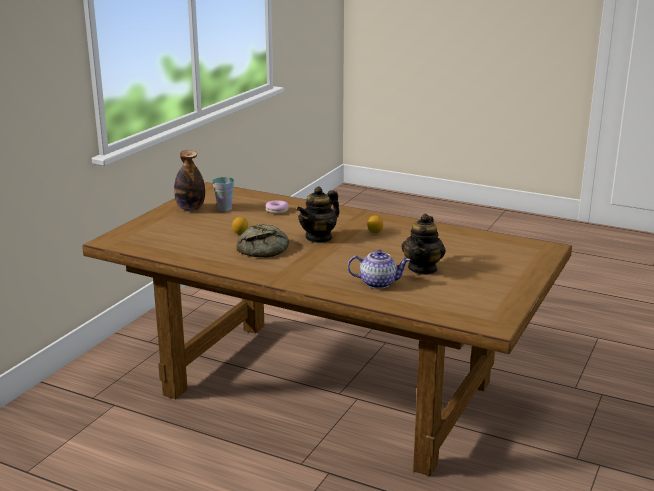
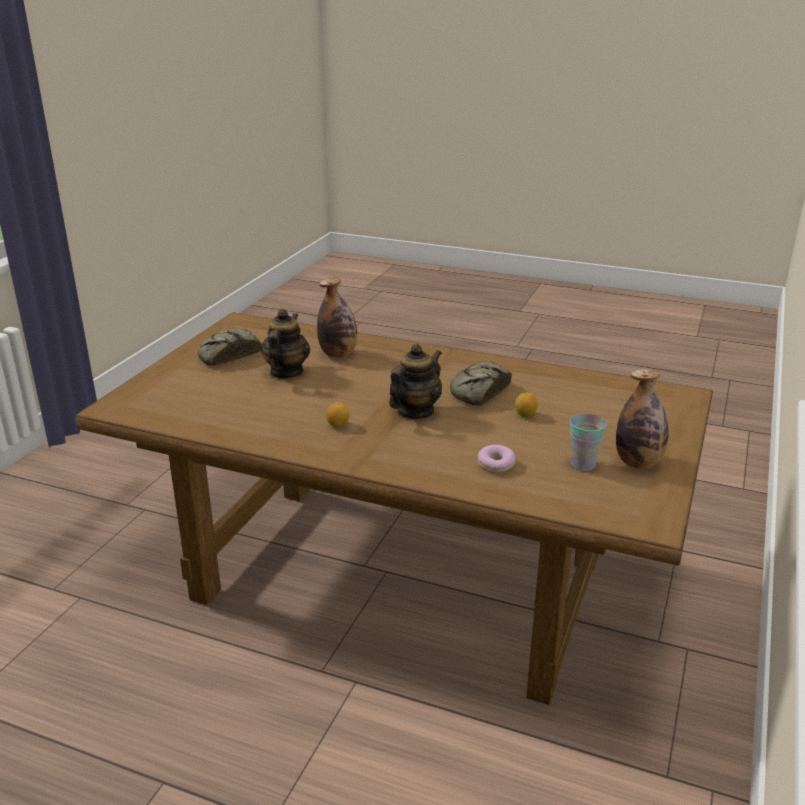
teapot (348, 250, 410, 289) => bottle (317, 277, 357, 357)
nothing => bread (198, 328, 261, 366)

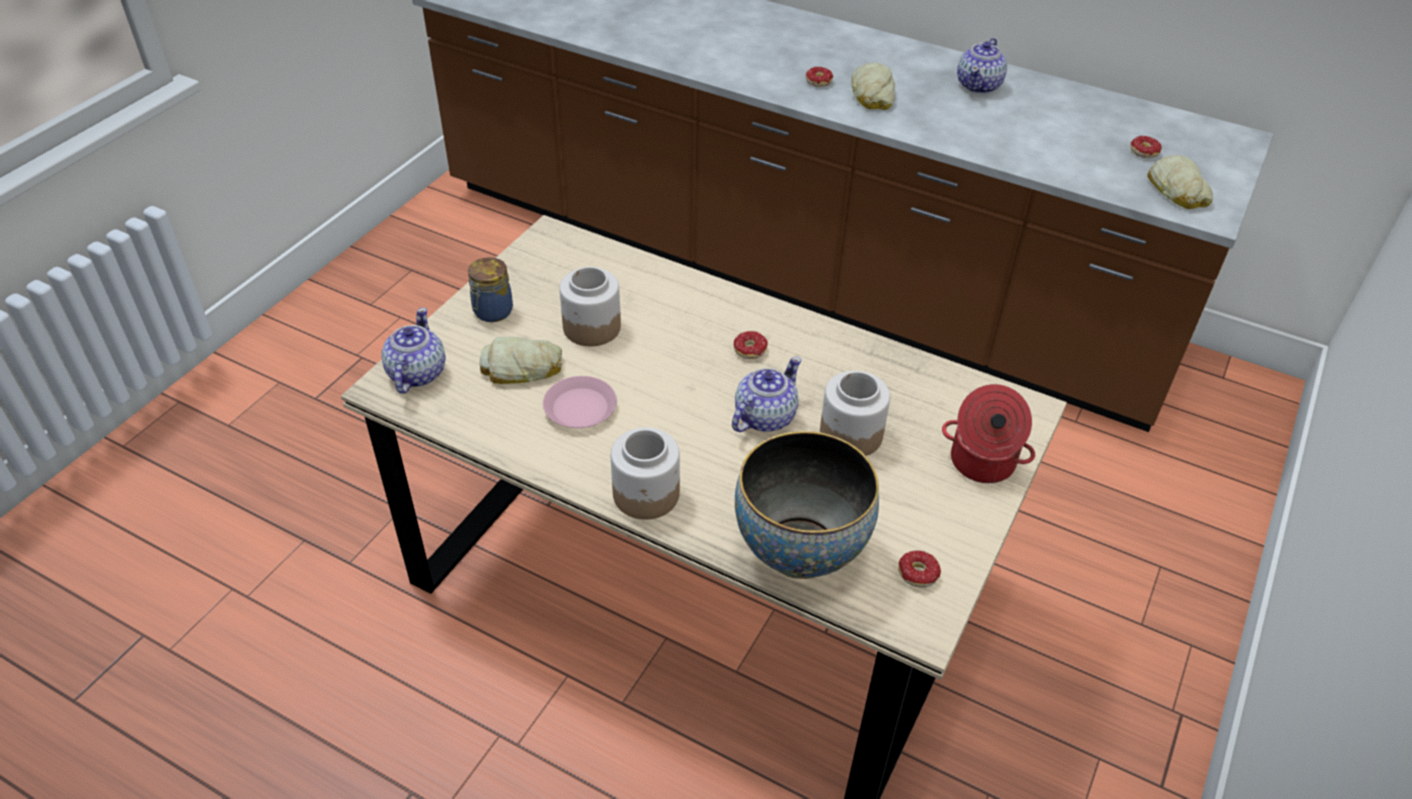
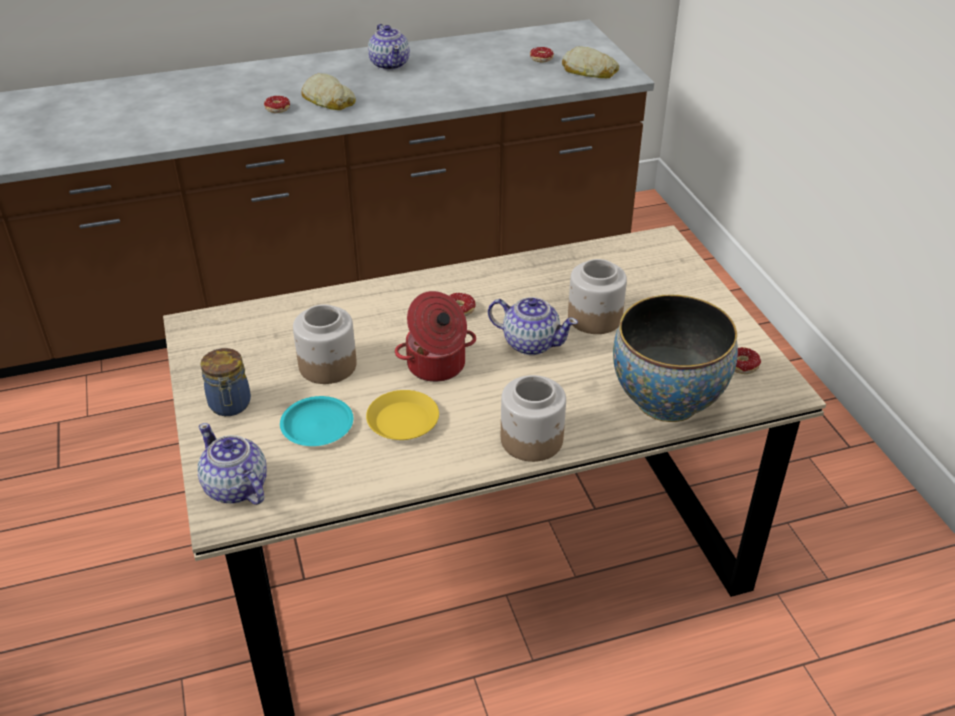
bread (479, 337, 563, 384) => turquoise plate (280, 396, 353, 446)
teapot (732, 357, 801, 432) => teapot (488, 297, 578, 355), 120 degrees clockwise
pink plate (543, 376, 617, 428) => yellow plate (366, 390, 439, 440)
cooking pot (942, 384, 1035, 483) => cooking pot (395, 291, 476, 382), shifted

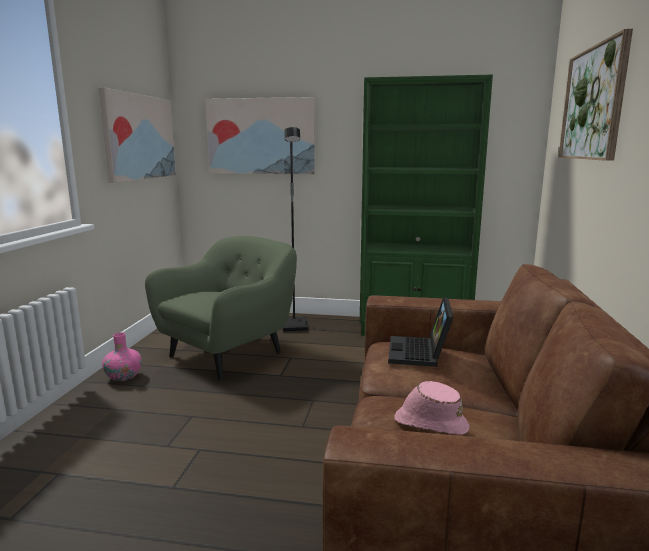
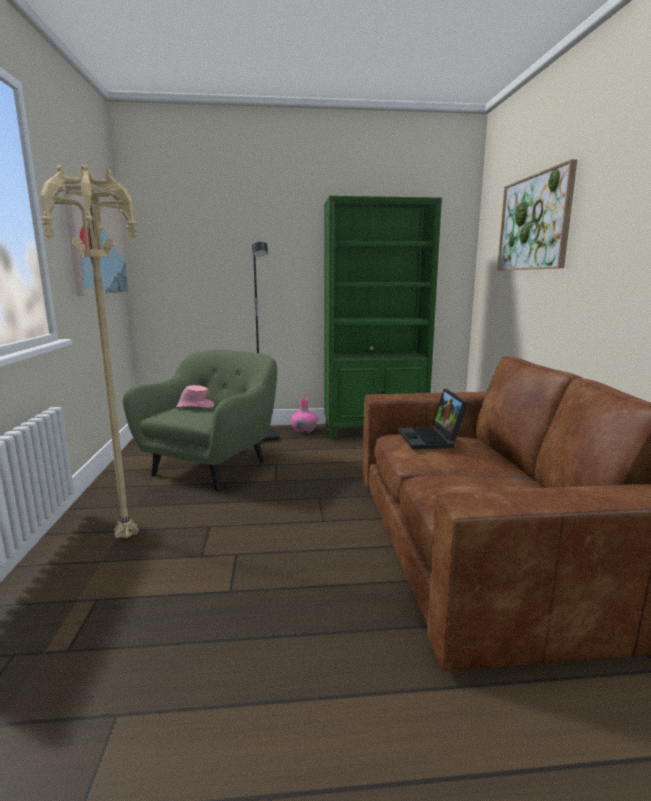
picture (205, 97, 315, 174) => nothing
pink vase (102, 332, 142, 382) => pink vase (291, 398, 318, 434), shifted
pink hat (395, 381, 469, 435) => pink hat (176, 385, 215, 408), shifted
nothing => beige floor lamp (41, 164, 139, 538)

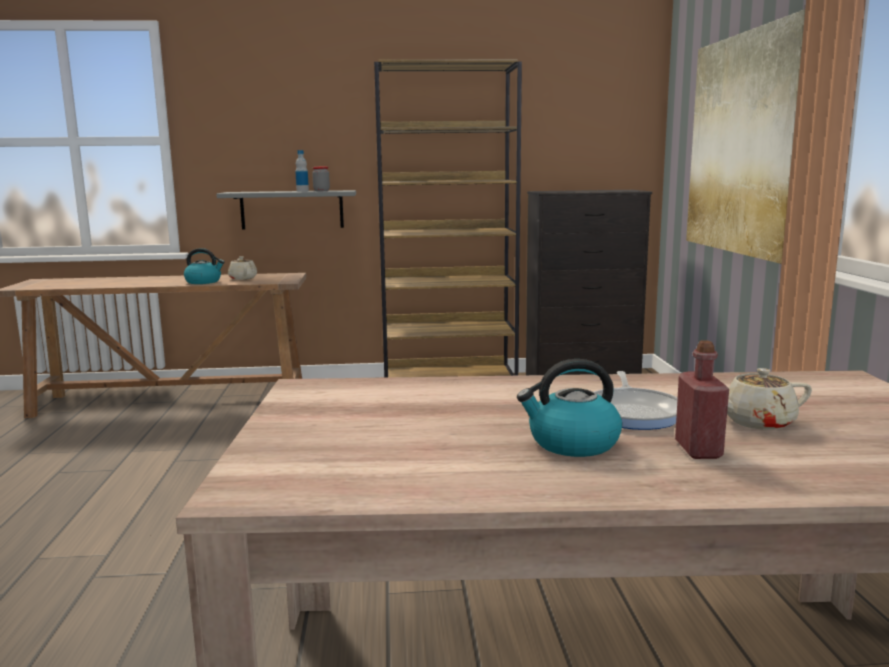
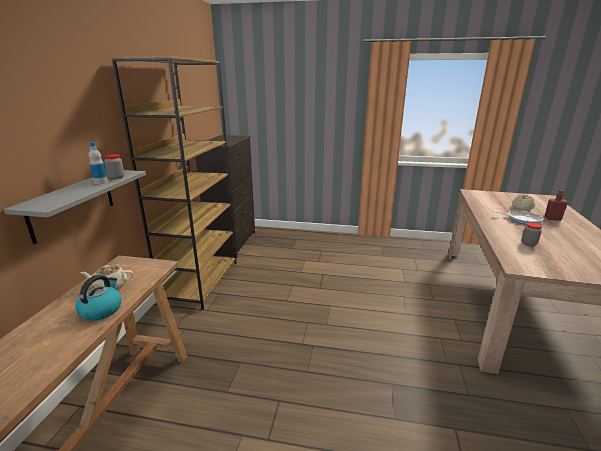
picture (686, 9, 805, 264) => nothing
kettle (517, 359, 622, 457) => nothing
nothing => jar (522, 222, 542, 246)

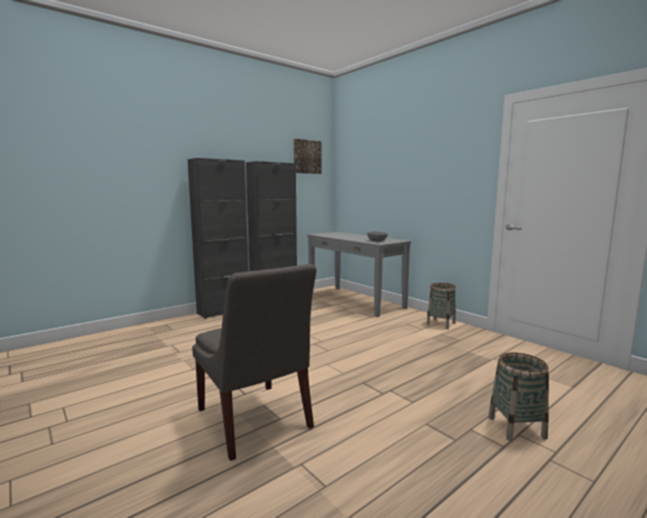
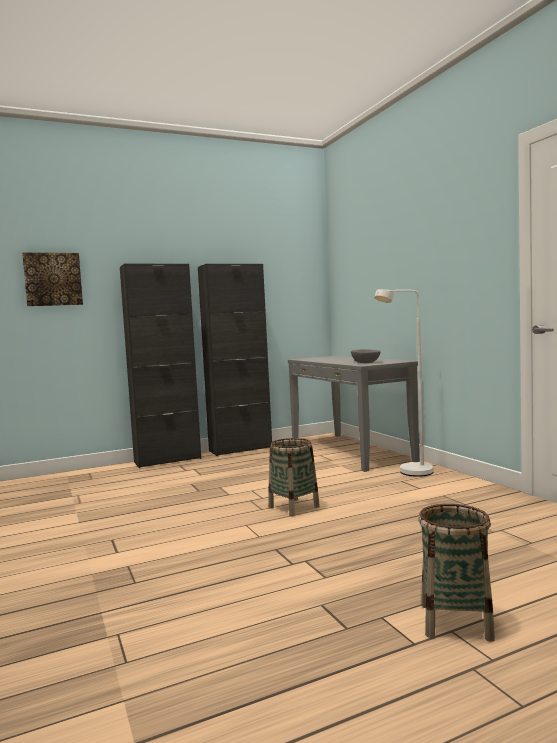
picture (294, 139, 321, 174) => picture (22, 252, 83, 306), shifted
grey chair (192, 264, 317, 461) => nothing
basket (426, 283, 456, 329) => basket (268, 438, 320, 516), shifted
nothing => white floor lamp (374, 289, 434, 477)

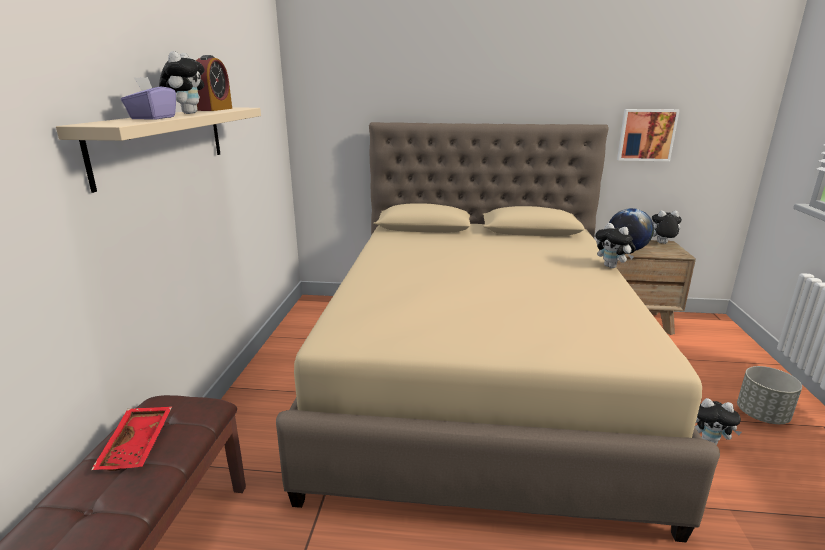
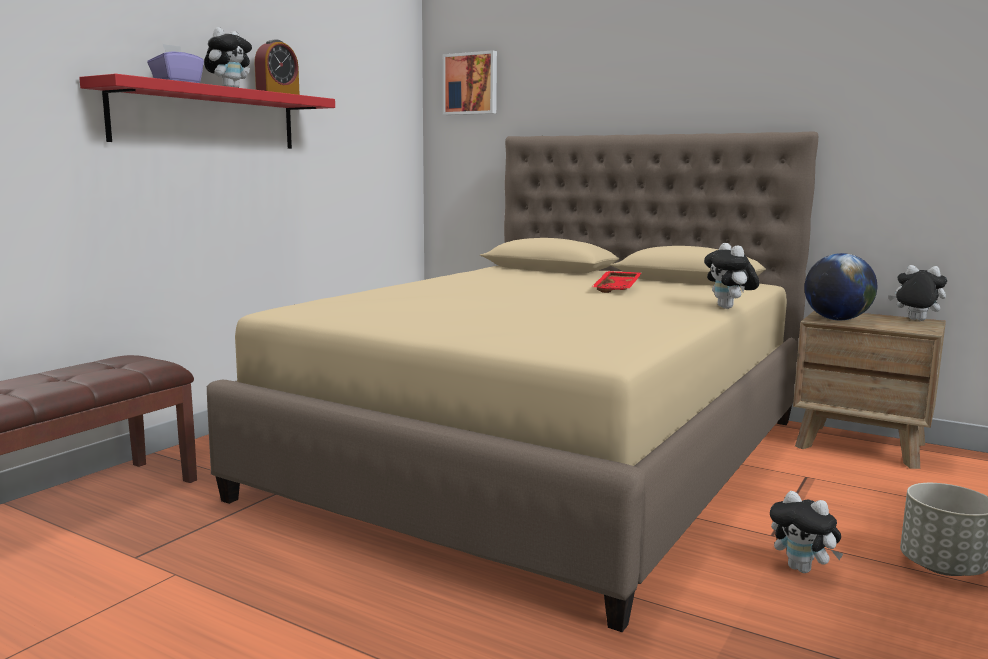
beige shelf (56, 108, 261, 193) => red shelf (79, 74, 335, 149)
picture (617, 109, 680, 161) => picture (443, 50, 497, 115), shifted
red tray (91, 407, 172, 471) => red tray (592, 271, 641, 293), shifted

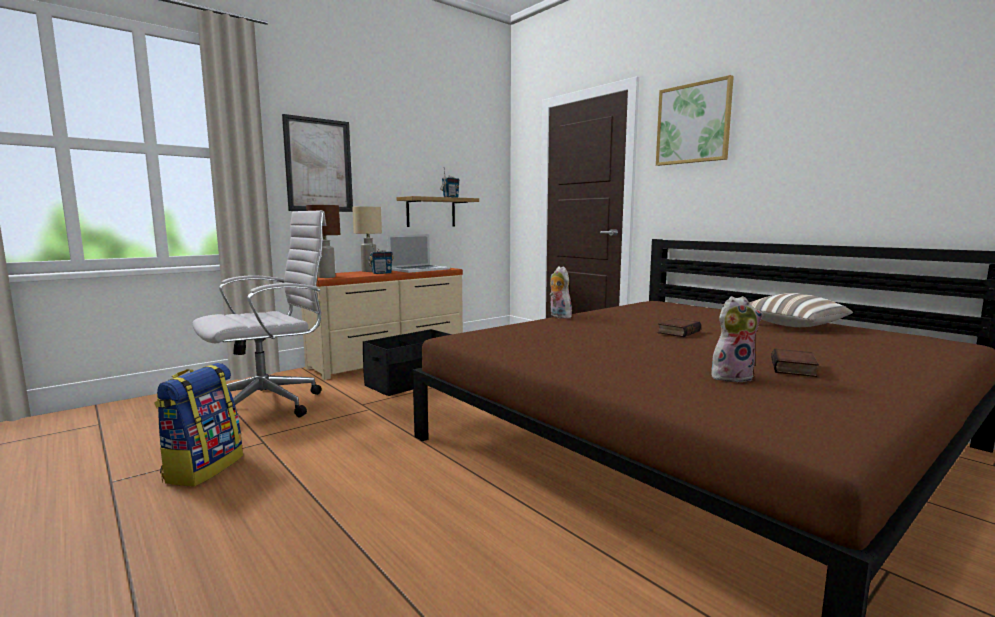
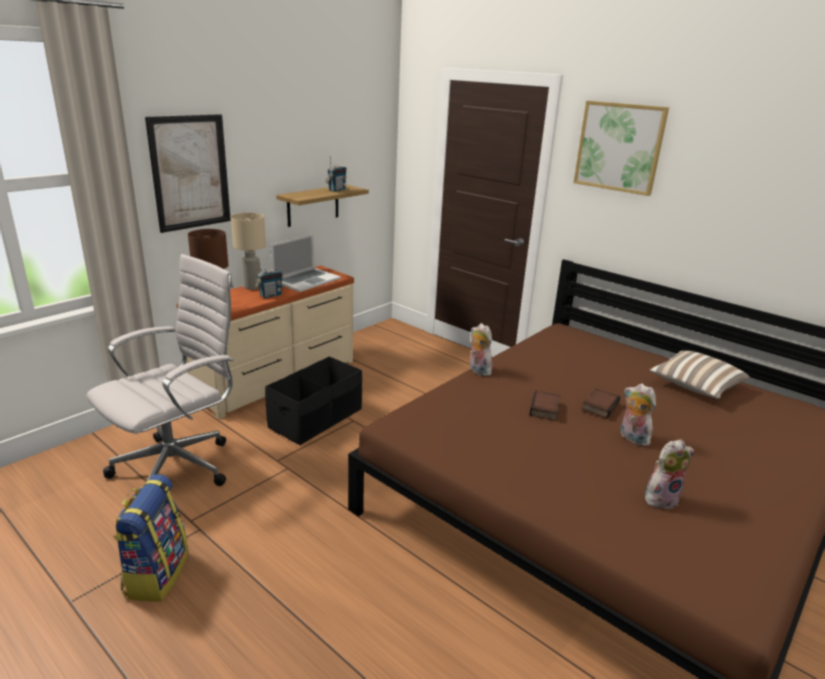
book (771, 349, 819, 377) => book (530, 391, 561, 421), shifted
nothing => plush toy (621, 384, 656, 446)

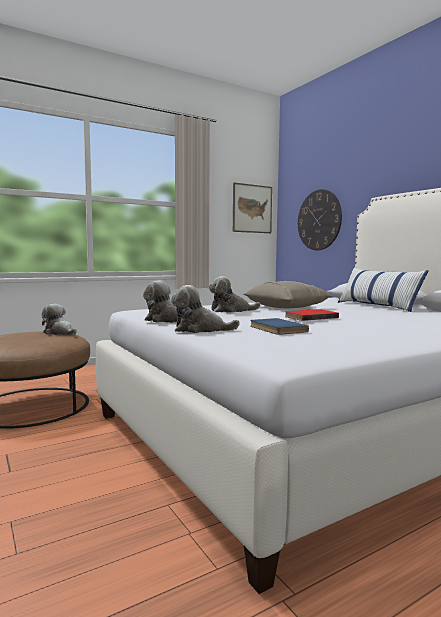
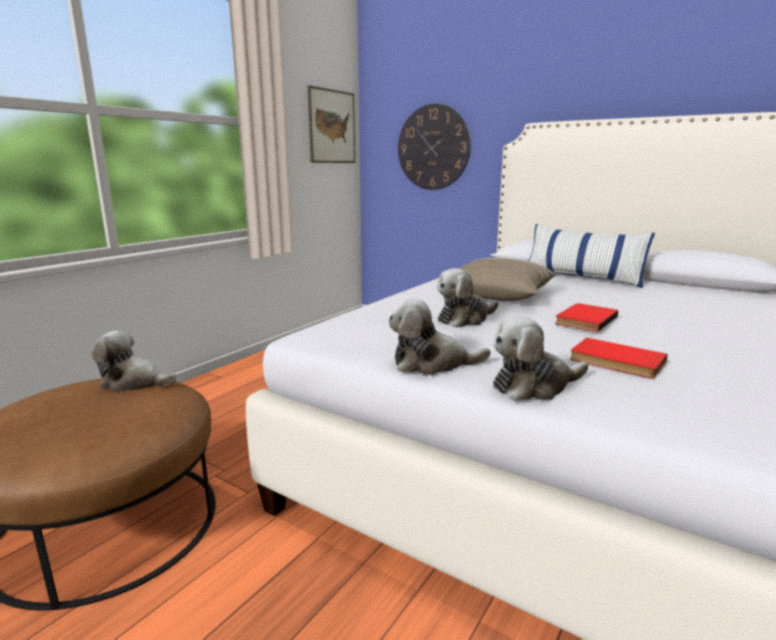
blue book (250, 318, 309, 335) => red book (570, 338, 668, 379)

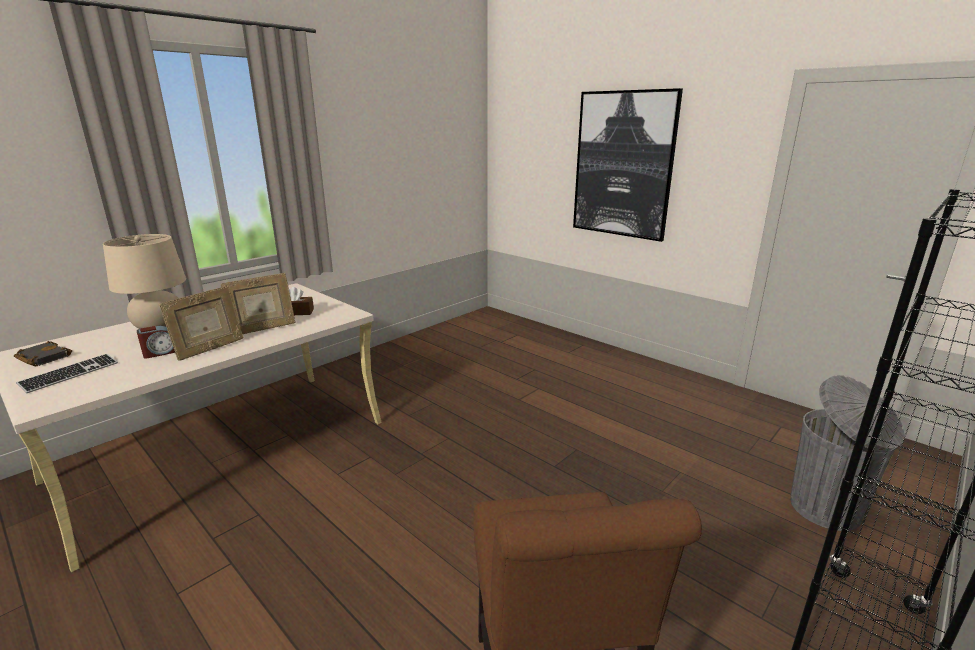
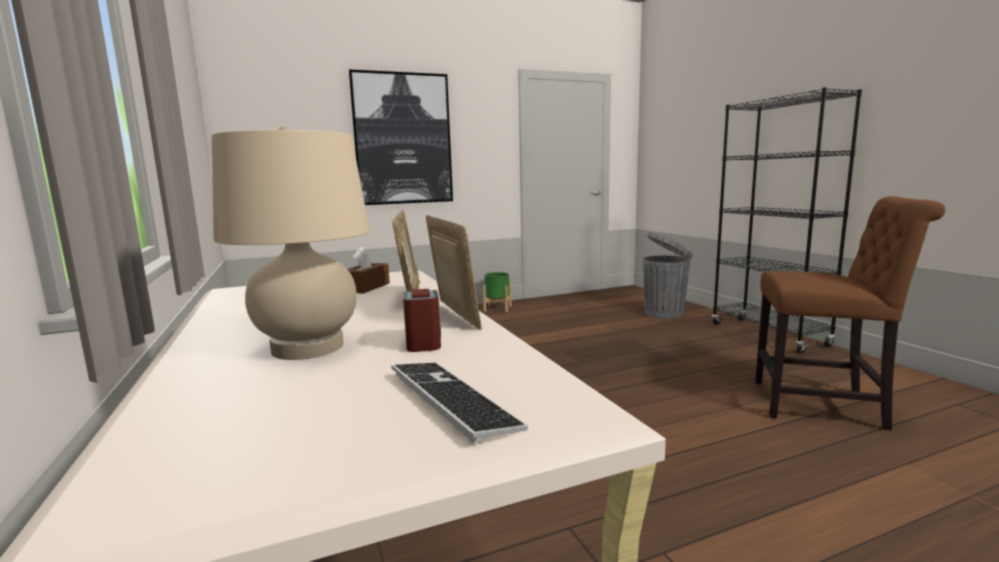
black book (14, 341, 72, 366) => nothing
nothing => green planter (483, 272, 512, 312)

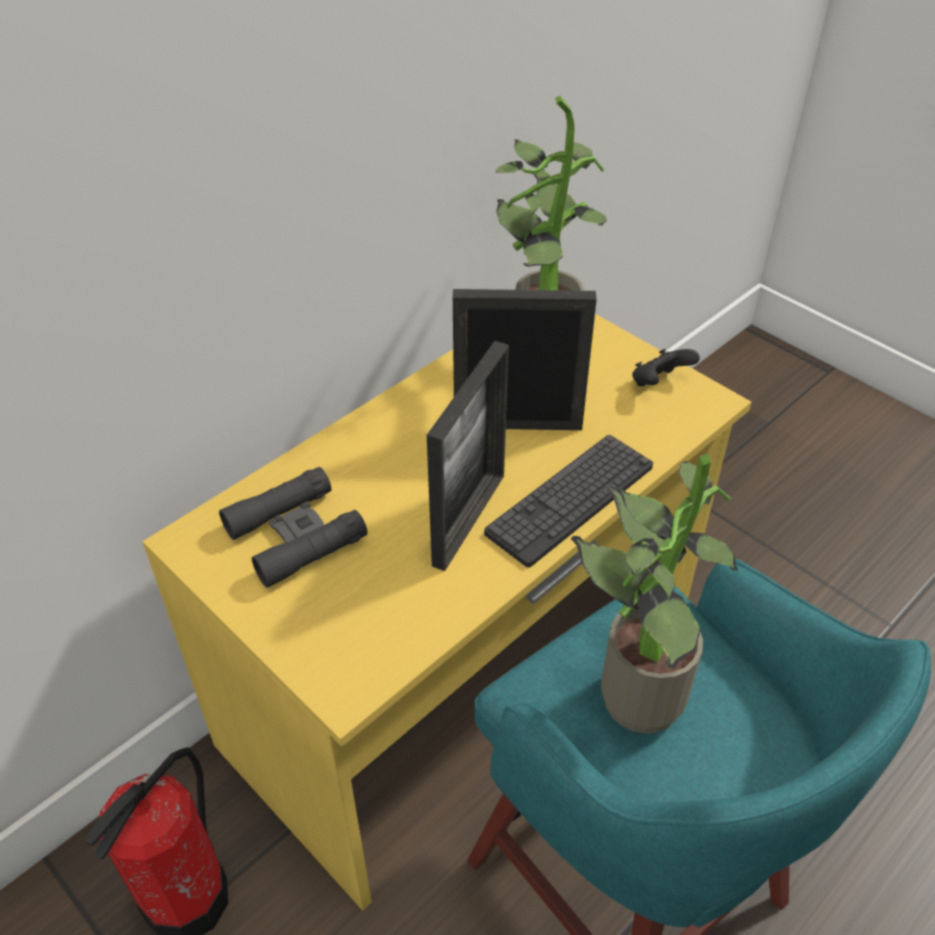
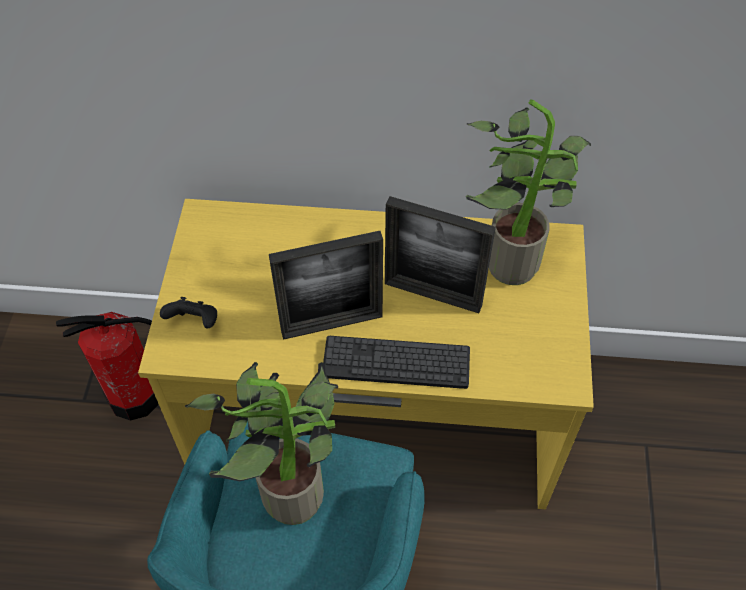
picture frame (453, 289, 597, 430) => picture frame (385, 196, 496, 313), 150 degrees clockwise
black game controller (632, 349, 700, 386) => black game controller (160, 297, 217, 328), shifted
black binoculars (219, 467, 368, 588) => nothing

